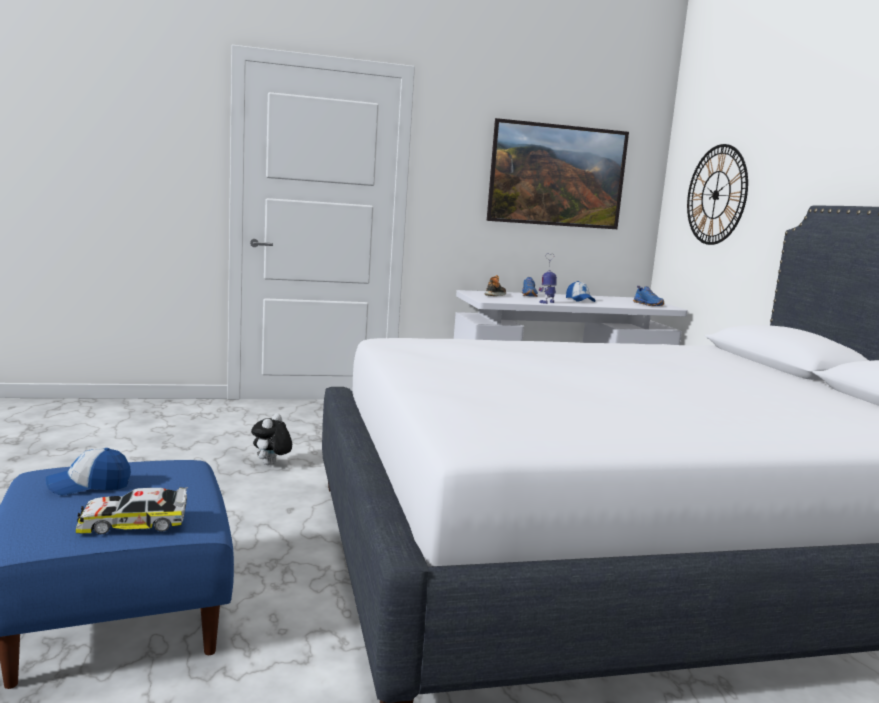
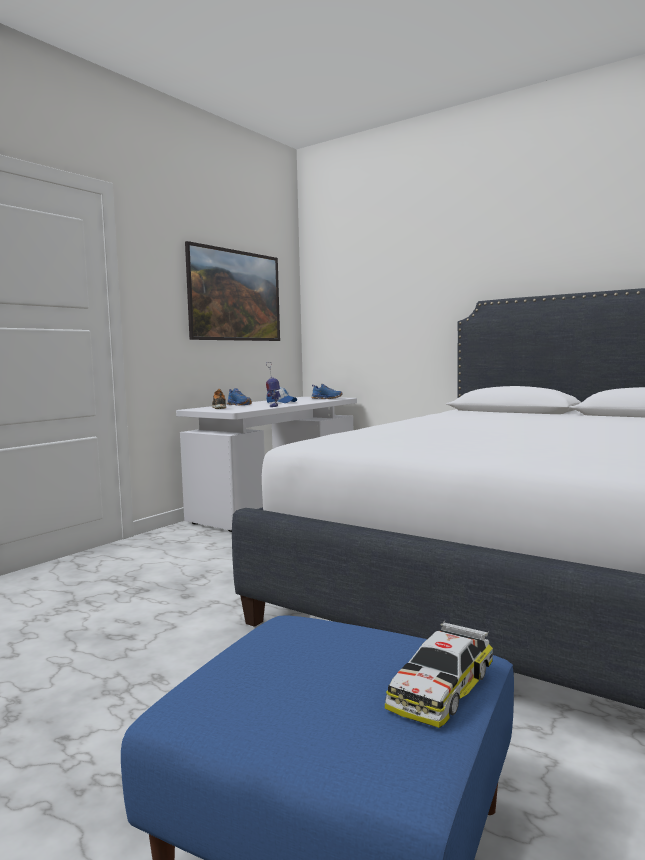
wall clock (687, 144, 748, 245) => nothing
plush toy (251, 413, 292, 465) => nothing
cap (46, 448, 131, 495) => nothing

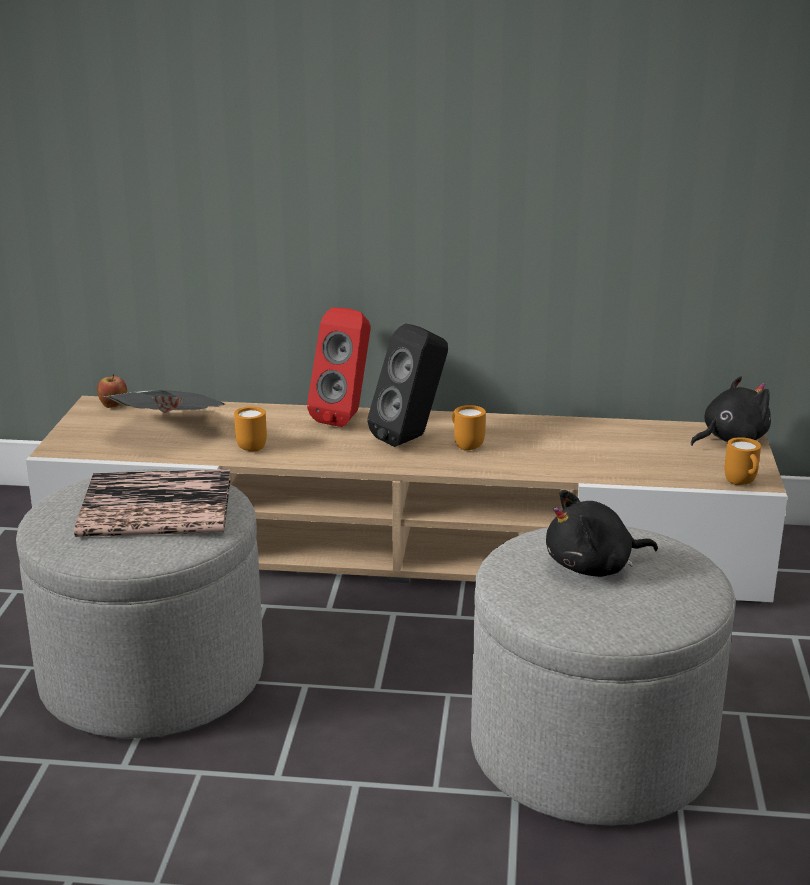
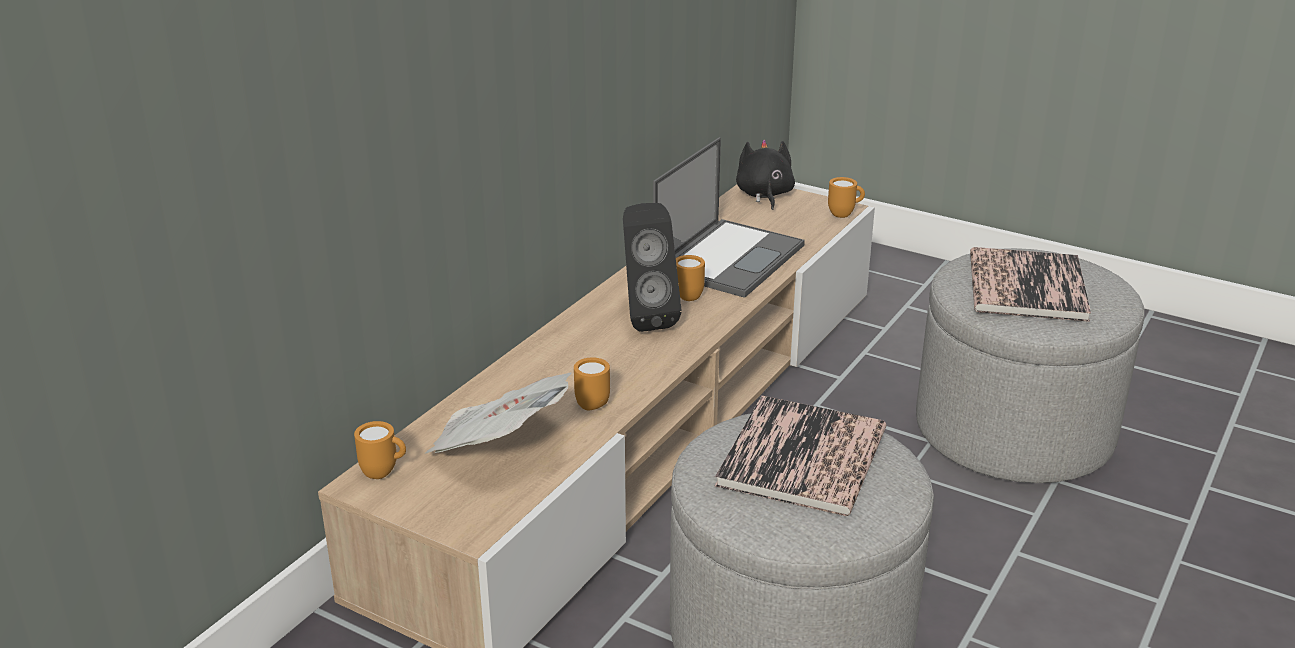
red speaker (307, 308, 371, 427) => nothing
apple (97, 374, 127, 408) => orange mug (354, 421, 406, 479)
black plush toy (546, 490, 658, 577) => book (970, 247, 1091, 322)
nothing => laptop (653, 137, 805, 298)

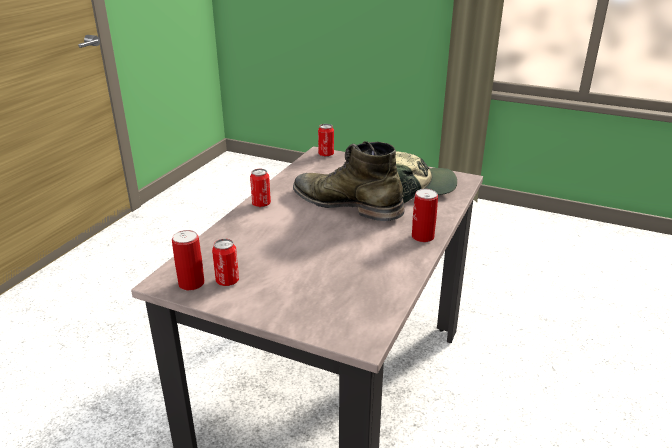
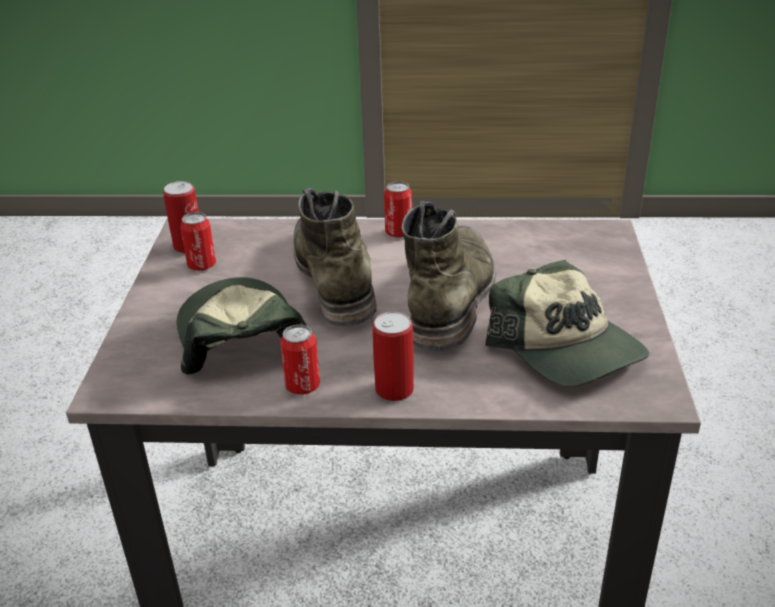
can (318, 124, 334, 157) => can (280, 324, 320, 395), shifted
nothing => green boot (293, 188, 377, 326)
nothing => cap (177, 277, 307, 375)

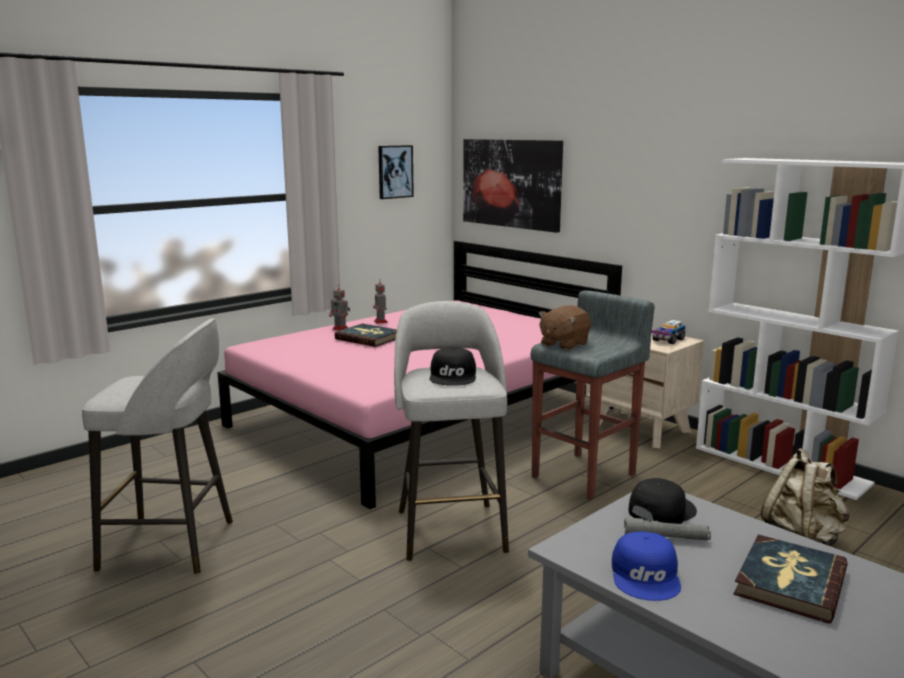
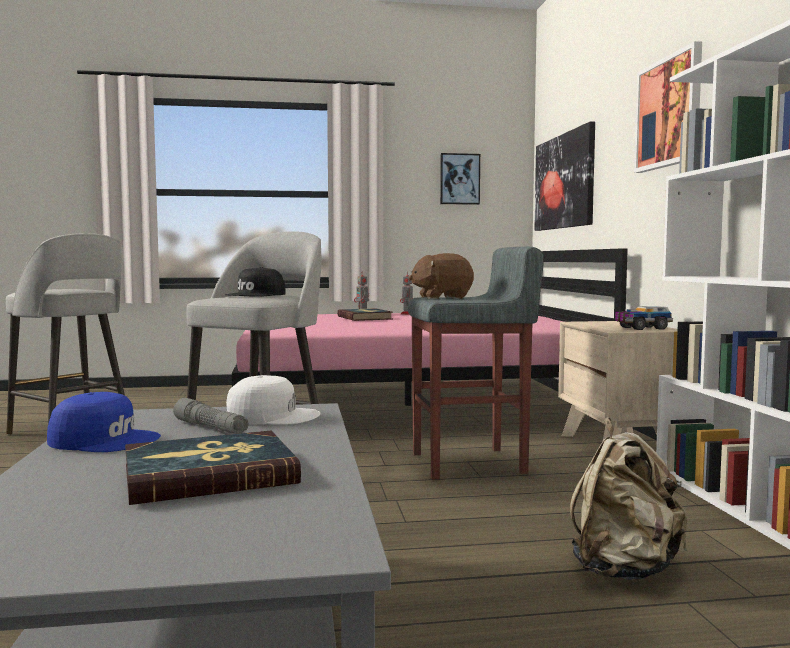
black cap (629, 478, 697, 524) => white cap (226, 375, 320, 425)
blue cap (612, 532, 681, 601) => blue cap (47, 392, 161, 452), 120 degrees counterclockwise
nothing => picture (634, 41, 702, 173)

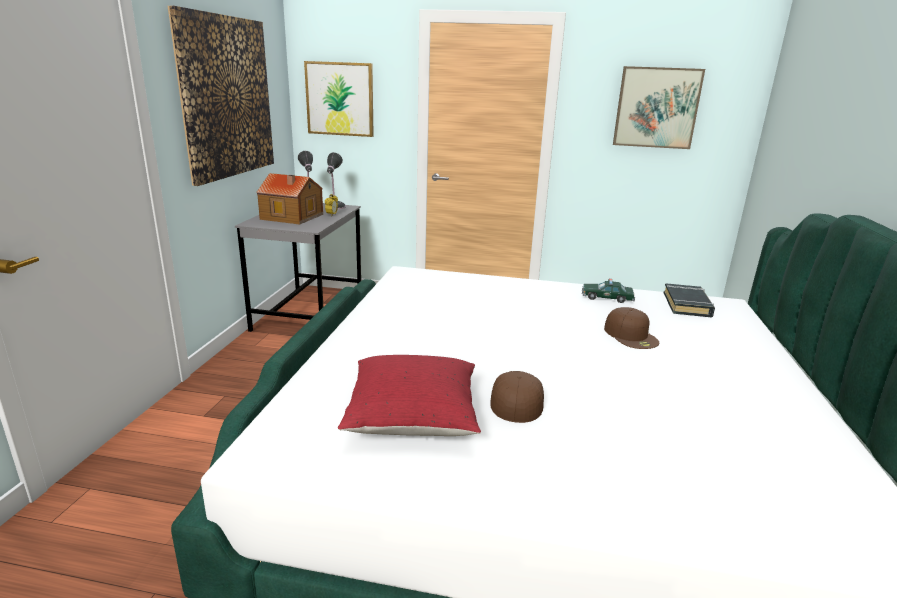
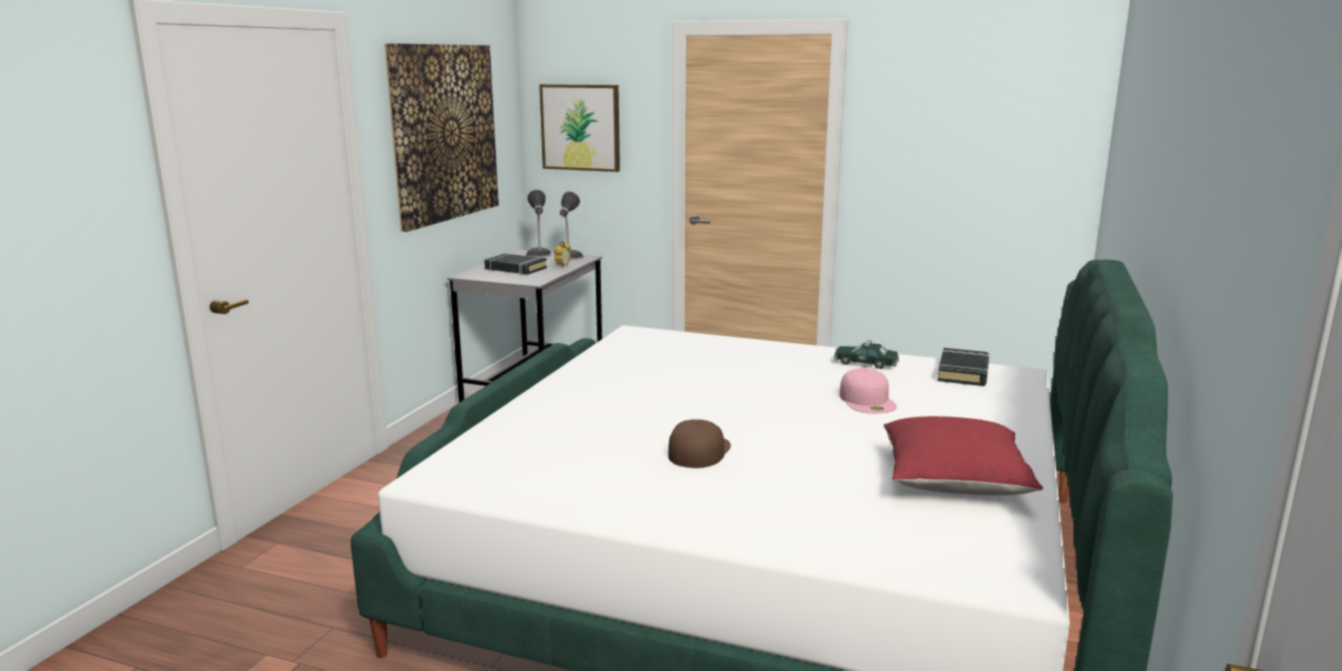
picture (613, 66, 705, 149) => nothing
toy house (256, 173, 323, 225) => black book (484, 253, 547, 274)
brown cap (604, 307, 659, 349) => pink cap (839, 368, 897, 413)
red pillow (338, 355, 481, 436) => red pillow (884, 416, 1043, 495), shifted

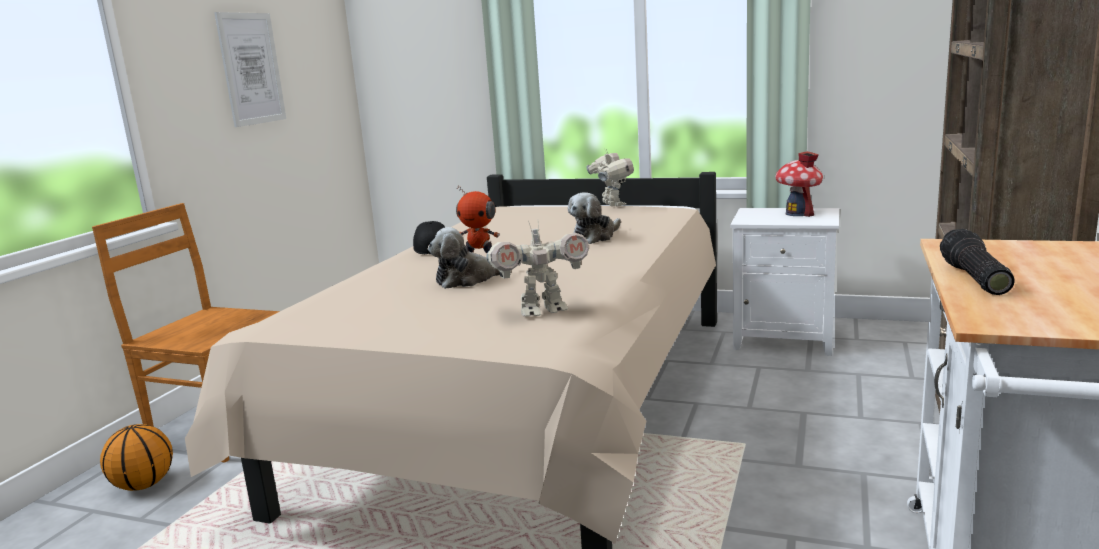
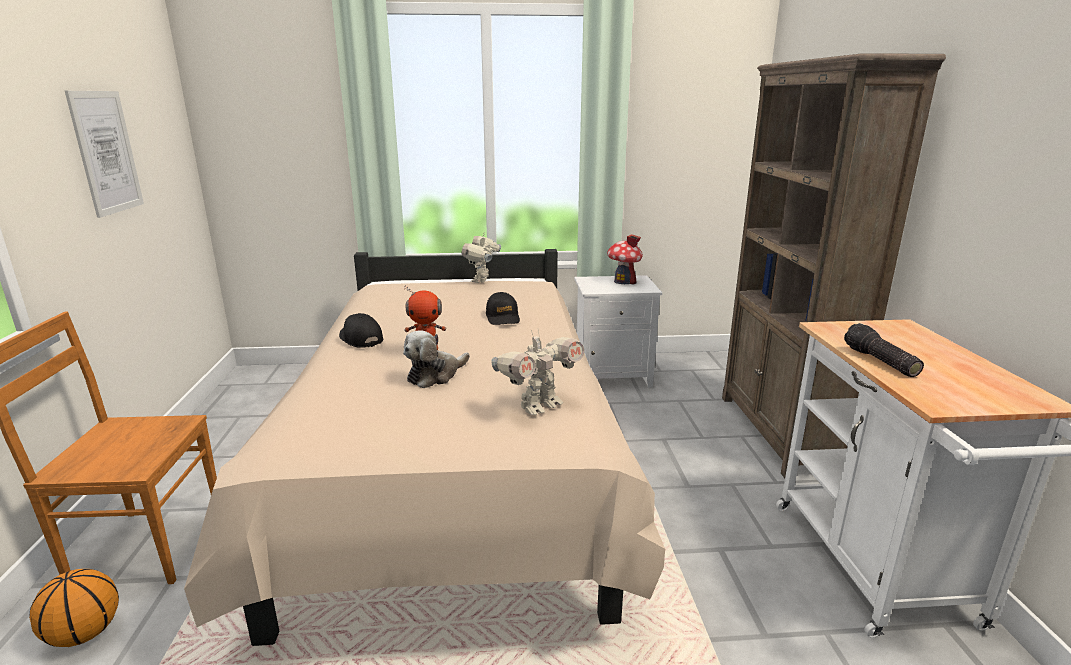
toy robot (586, 148, 634, 207) => toy robot (462, 233, 501, 283), 135 degrees counterclockwise
plush toy (568, 192, 621, 244) => black cap (486, 292, 520, 325)

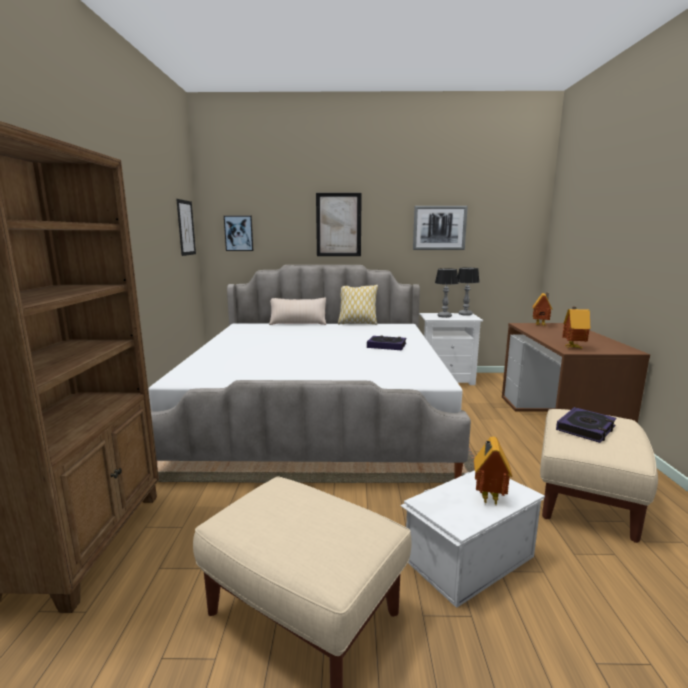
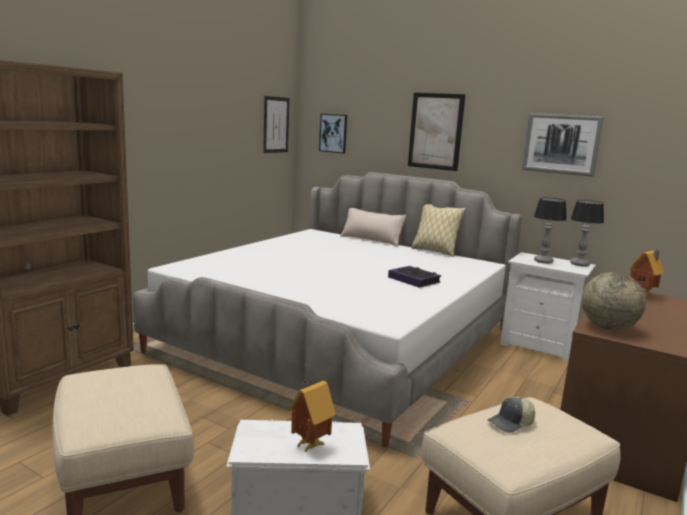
toy house (562, 307, 590, 348) => globe (582, 272, 646, 330)
book (556, 407, 617, 443) => cap (487, 397, 535, 433)

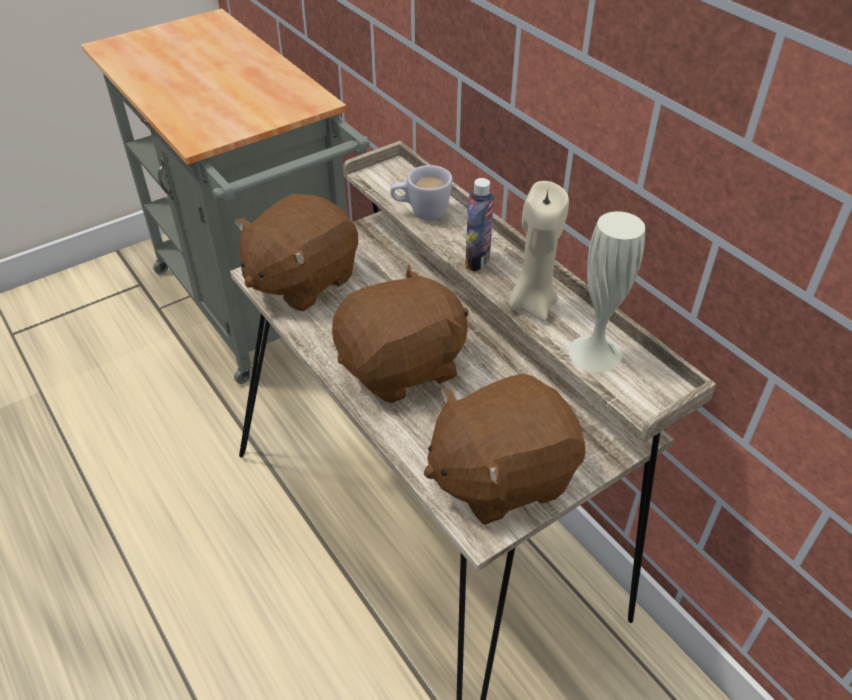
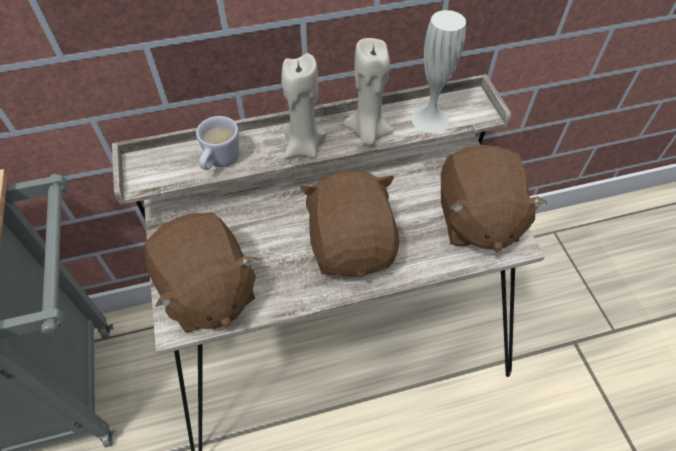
bottle (465, 178, 494, 271) => beige candle (281, 53, 327, 158)

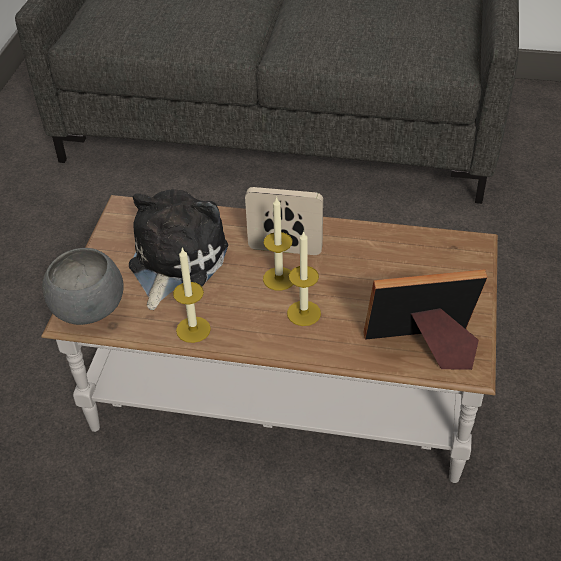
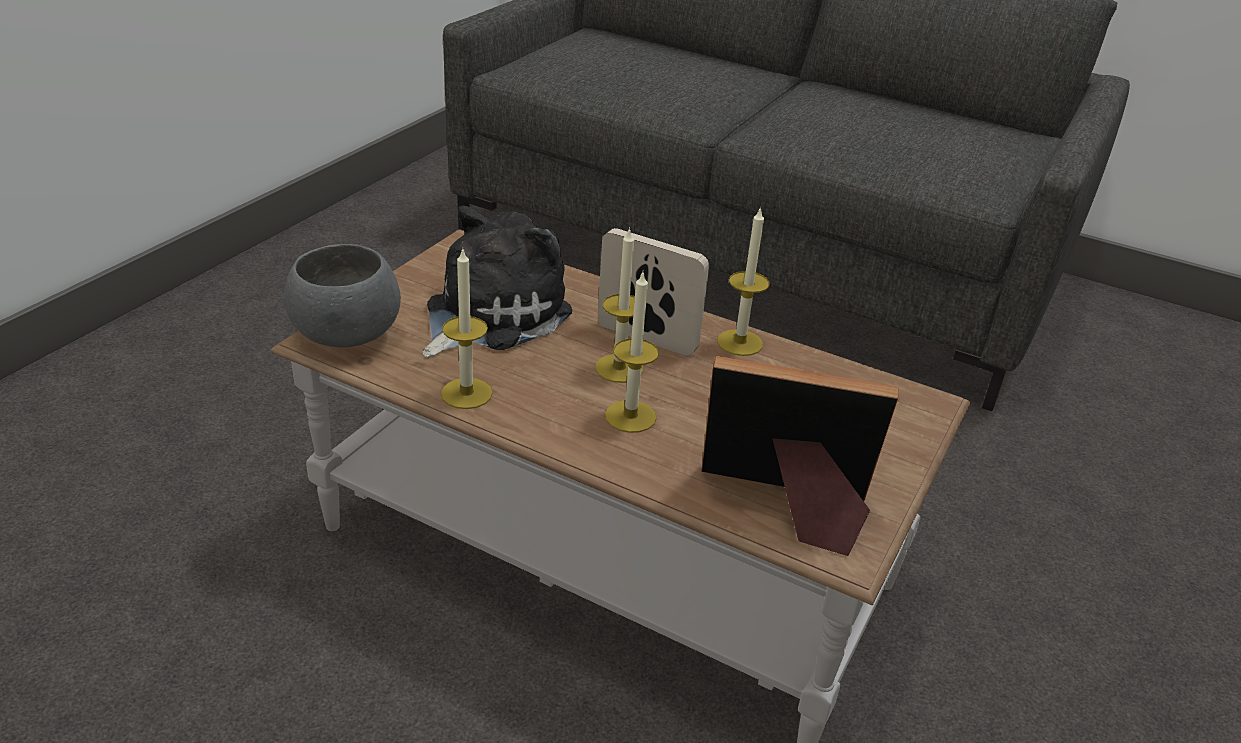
nothing => candle (717, 206, 770, 356)

